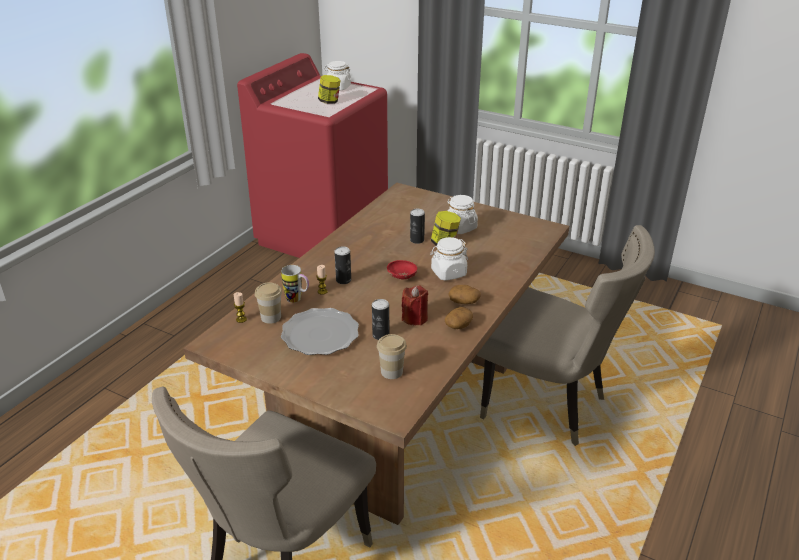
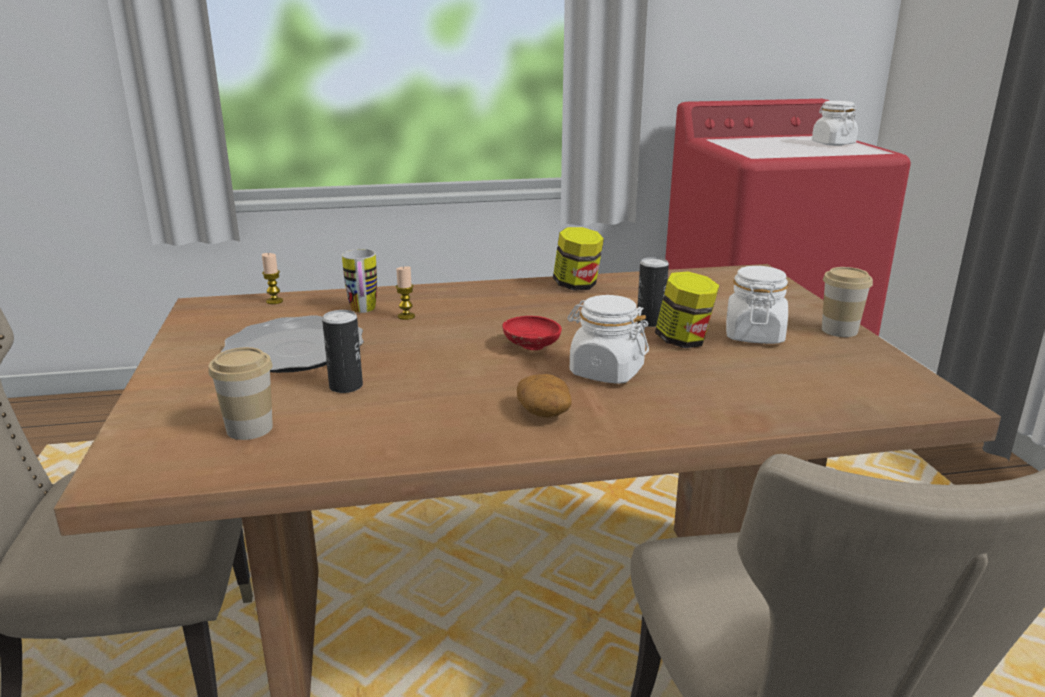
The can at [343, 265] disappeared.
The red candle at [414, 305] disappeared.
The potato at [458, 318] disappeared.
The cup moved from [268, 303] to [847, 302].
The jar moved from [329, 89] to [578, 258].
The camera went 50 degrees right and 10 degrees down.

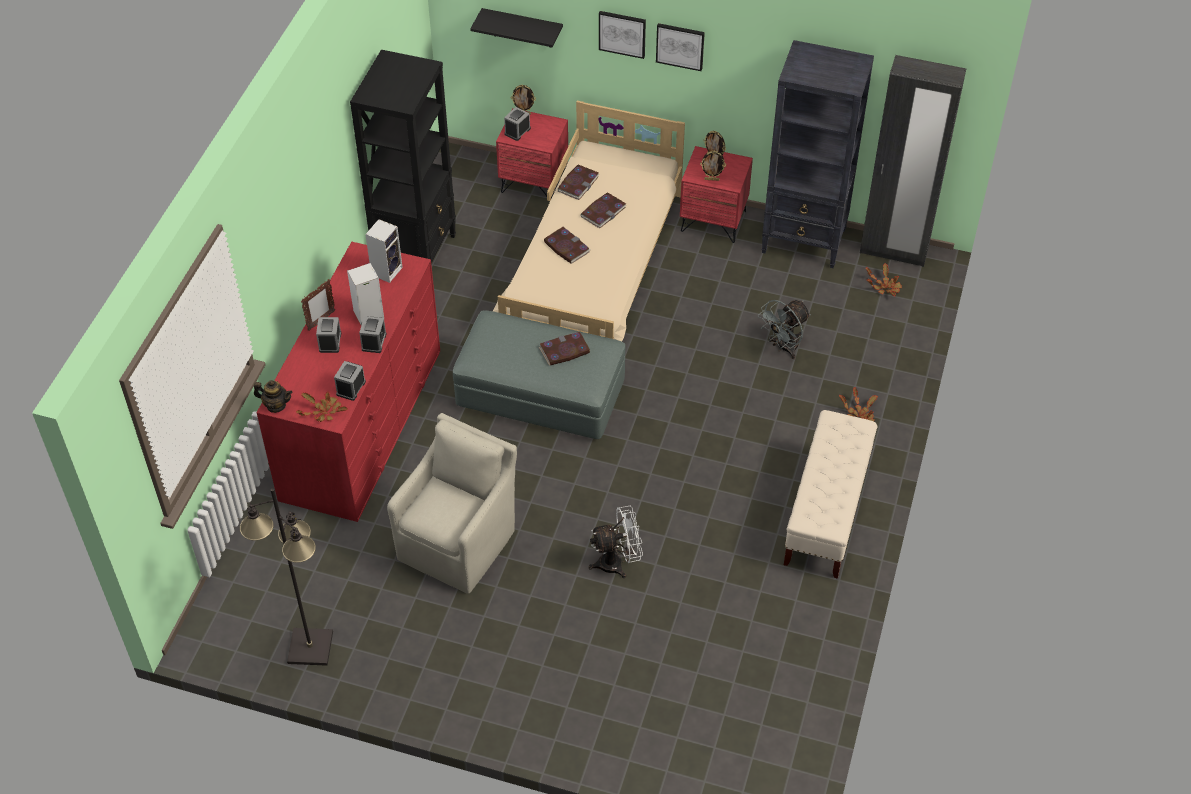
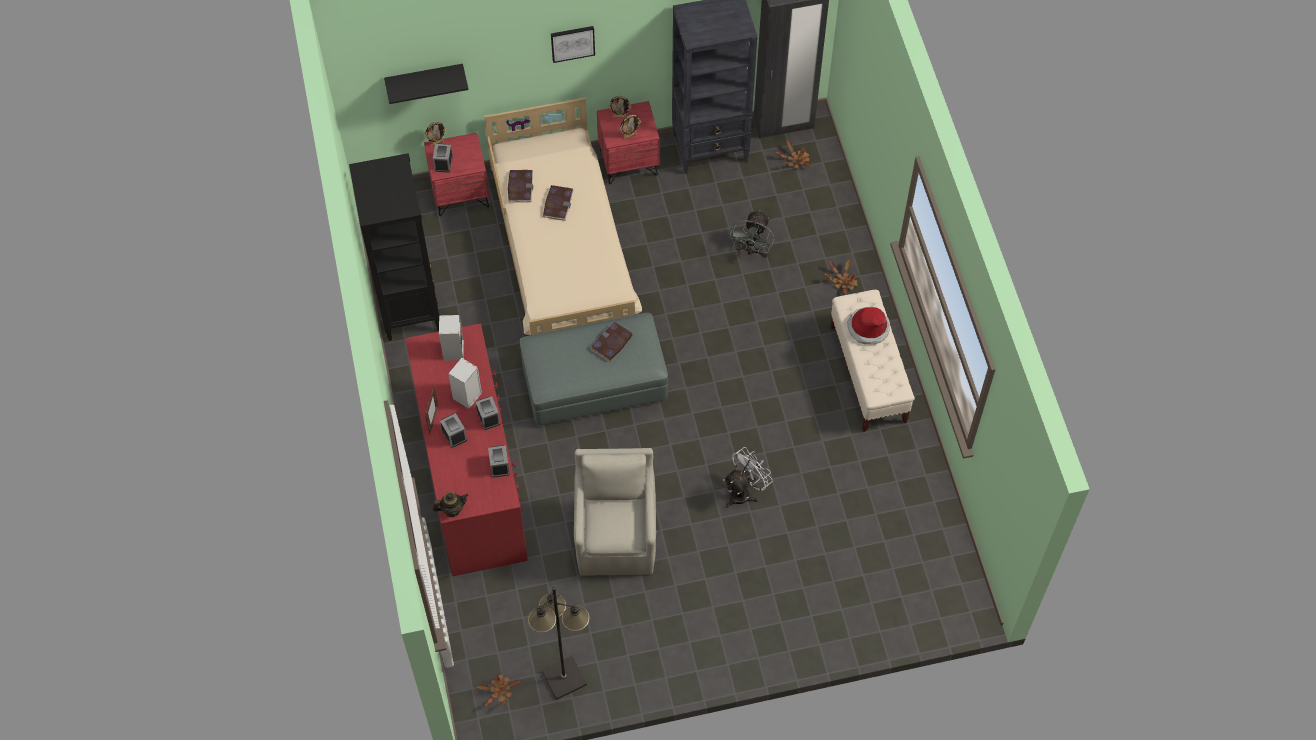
The book at [567, 245] disappeared.
The picture at [622, 35] disappeared.
The hat at [869, 325] appeared.
The potted plant moved from [322, 406] to [498, 690].
The camera went 30 degrees left and 10 degrees up.

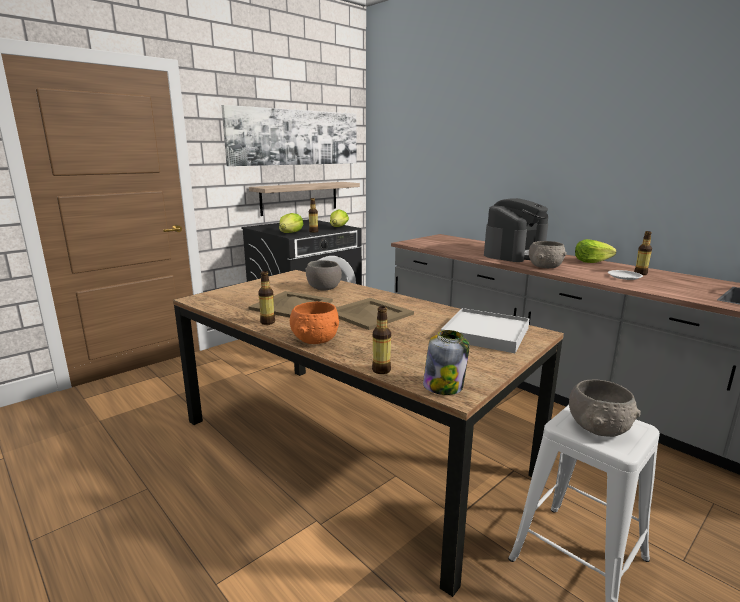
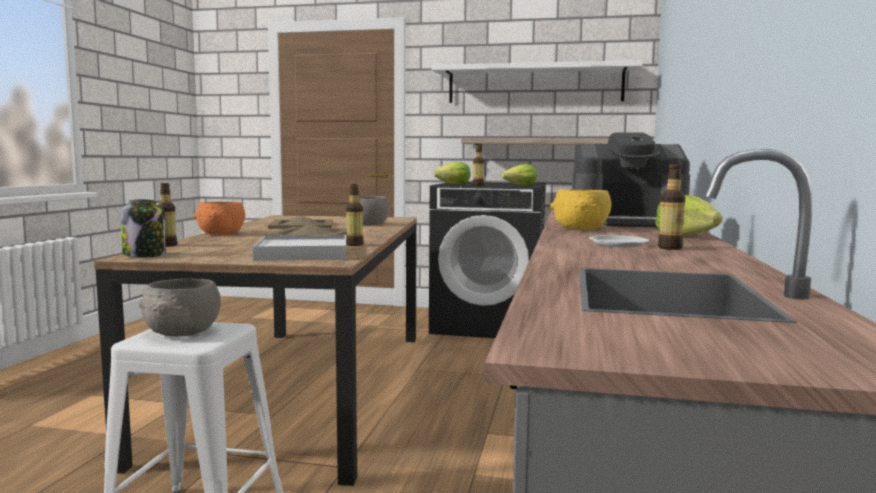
The bottle moved from [266, 298] to [354, 215].
The picture at [289, 135] was replaced by the white shelf at [537, 81].
The grey bowl at [548, 254] became the yellow bowl at [580, 209].
The camera went 55 degrees right and 10 degrees down.

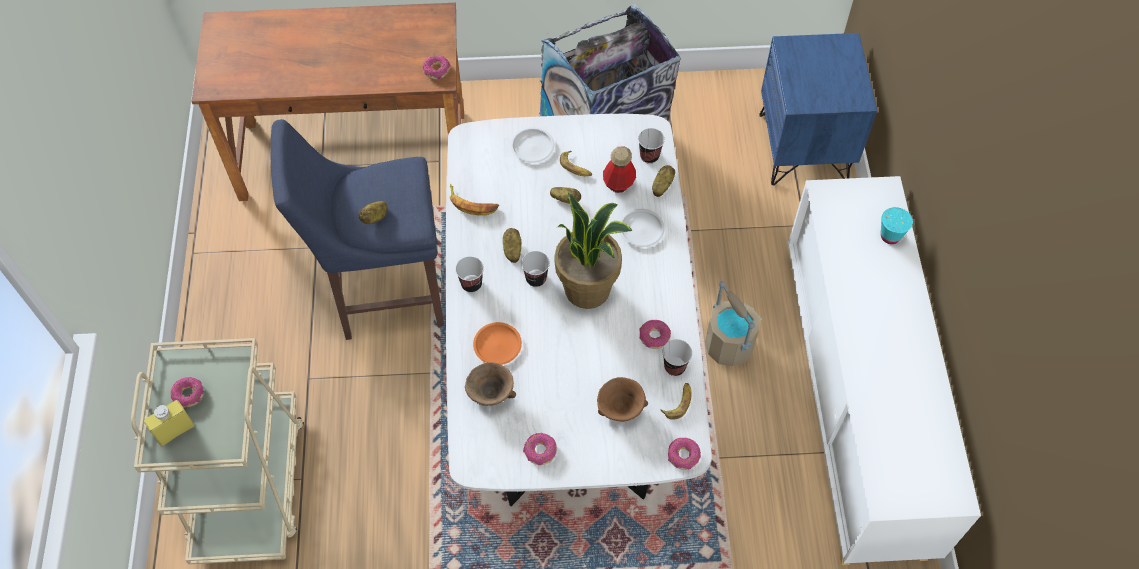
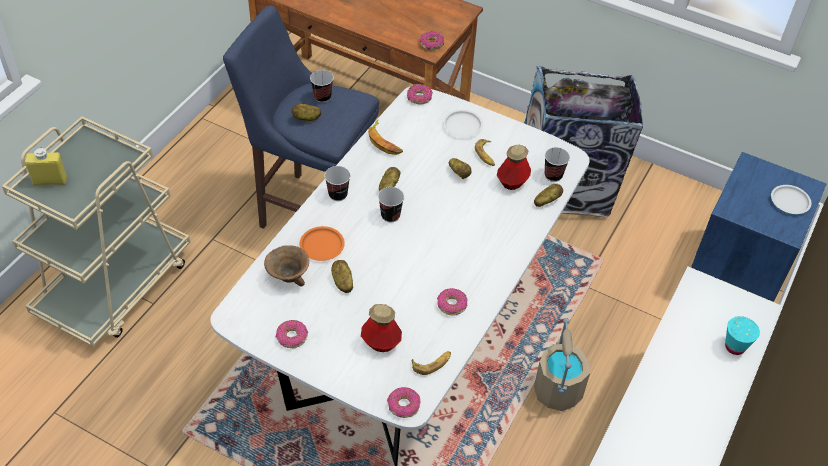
The potted plant at [593, 251] disappeared.
The potato at [342, 276] appeared.
The donut moved from [187, 392] to [420, 94].
The white plate moved from [642, 228] to [791, 199].
The cup moved from [677, 357] to [322, 86].
The brown bowl at [622, 399] was replaced by the bottle at [381, 328].
The camera went 30 degrees right and 10 degrees down.

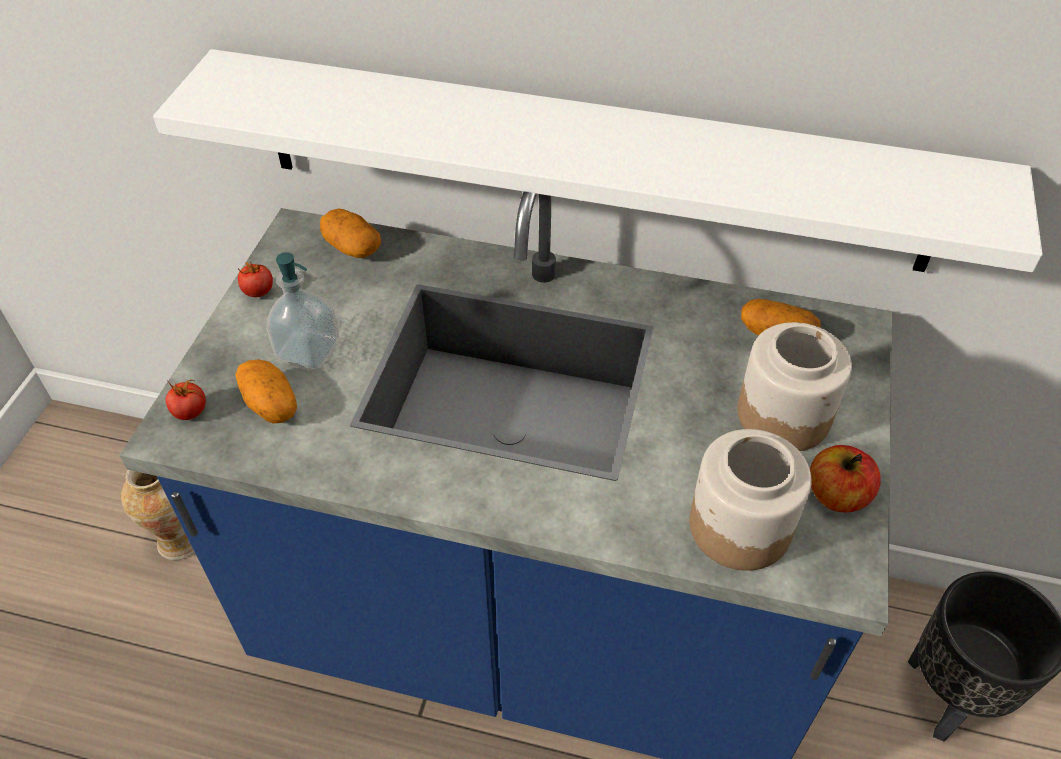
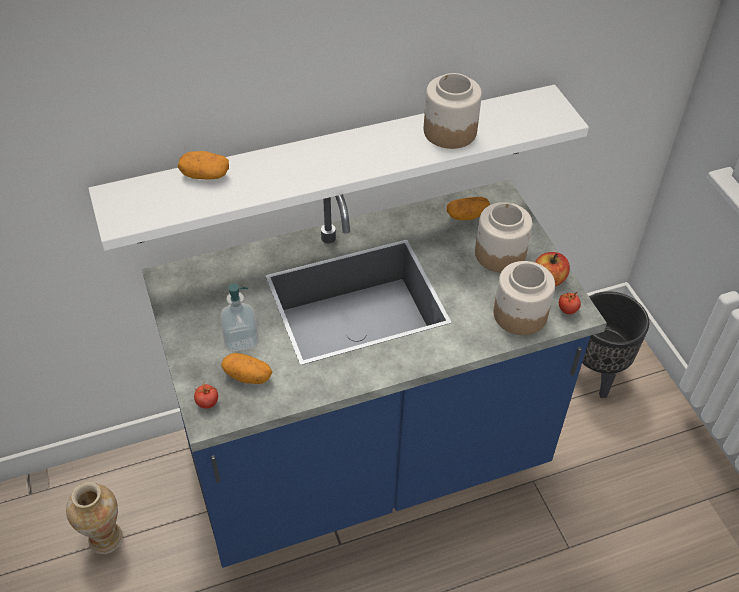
The jar at [453, 111] appeared.
The tomato moved from [255, 279] to [570, 302].
The potato moved from [350, 233] to [203, 165].
The camera went 35 degrees left and 0 degrees up.

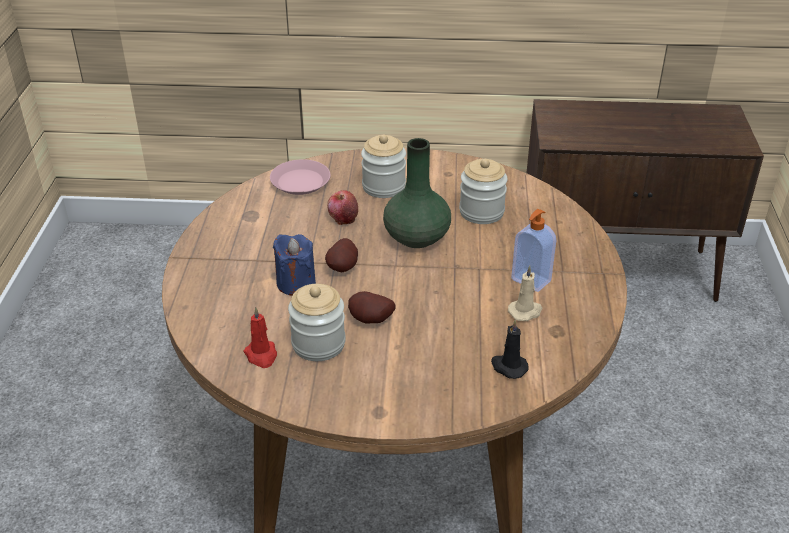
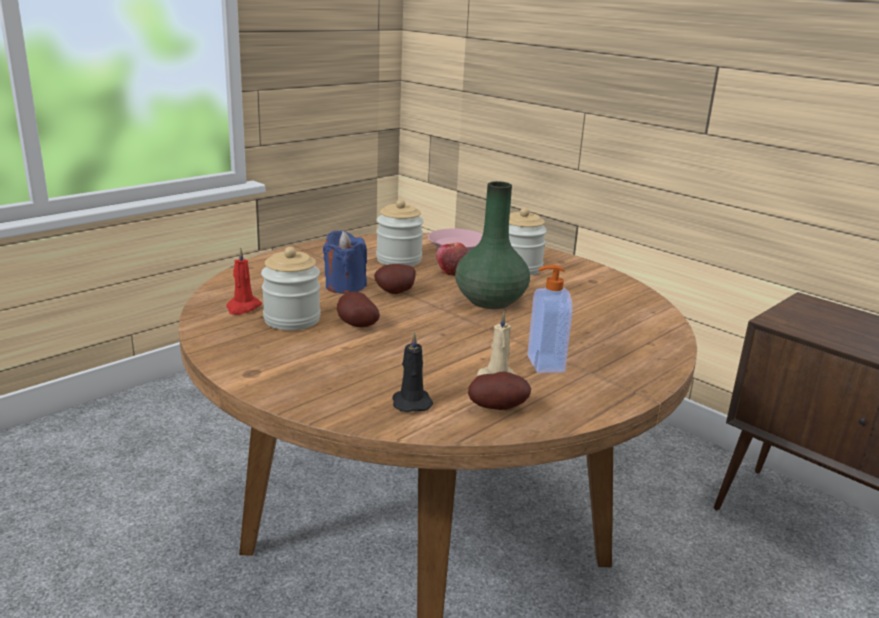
The potato at [499, 391] appeared.
The jar moved from [483, 191] to [400, 232].
The camera went 40 degrees right and 15 degrees down.

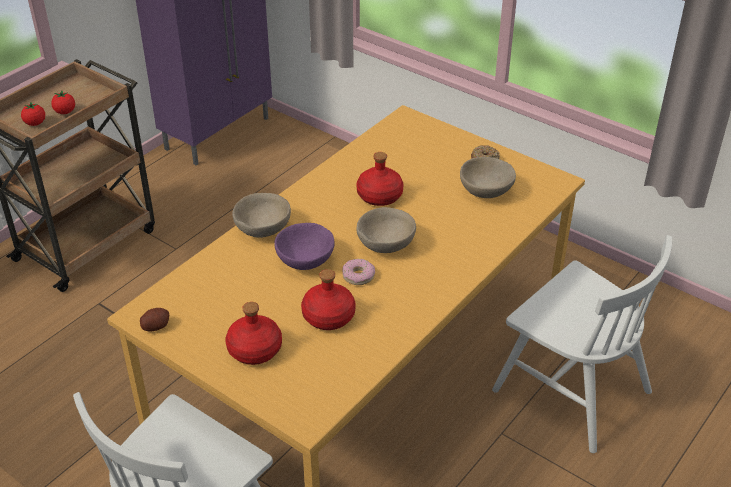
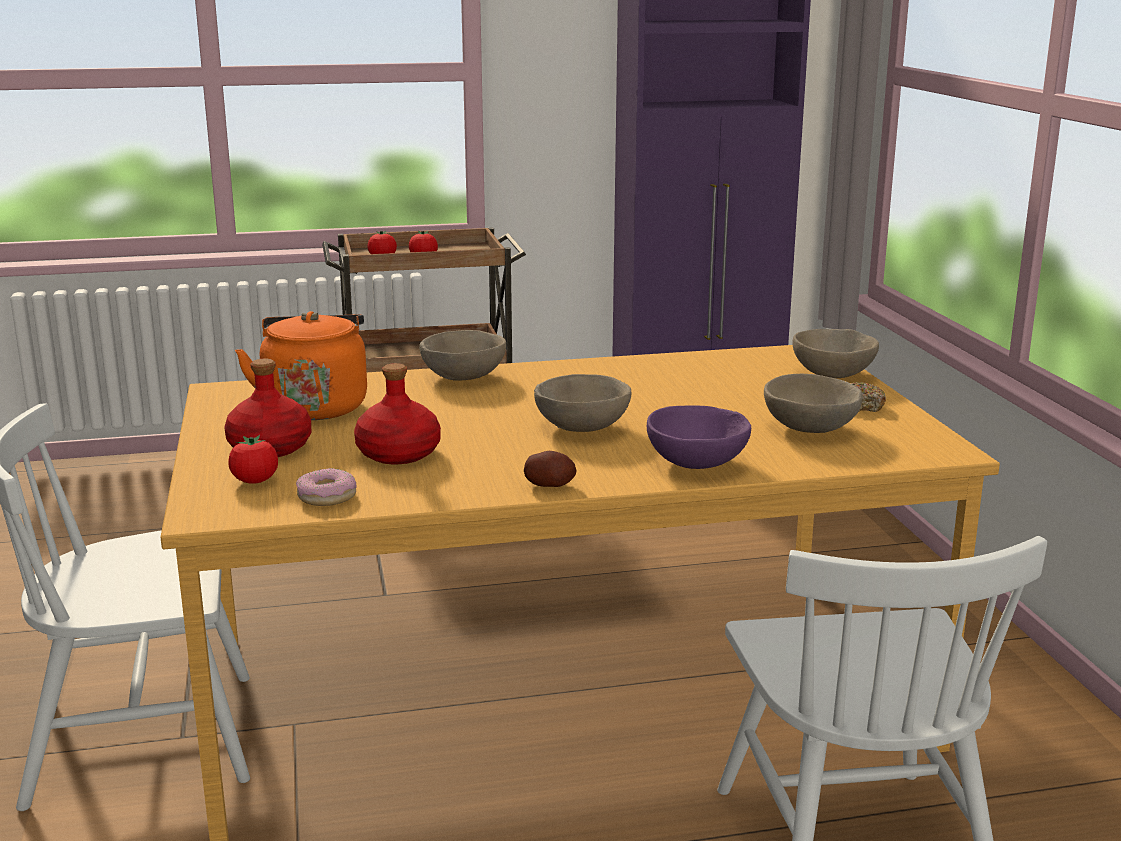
The red bottle at [380, 179] disappeared.
The tomato at [253, 459] appeared.
The orange kettle at [301, 365] appeared.
The beige bowl at [835, 353] appeared.
The potato moved from [154, 319] to [550, 469].
The purple bowl moved from [304, 246] to [699, 437].
The donut moved from [359, 272] to [326, 487].
The camera went 40 degrees right and 20 degrees down.

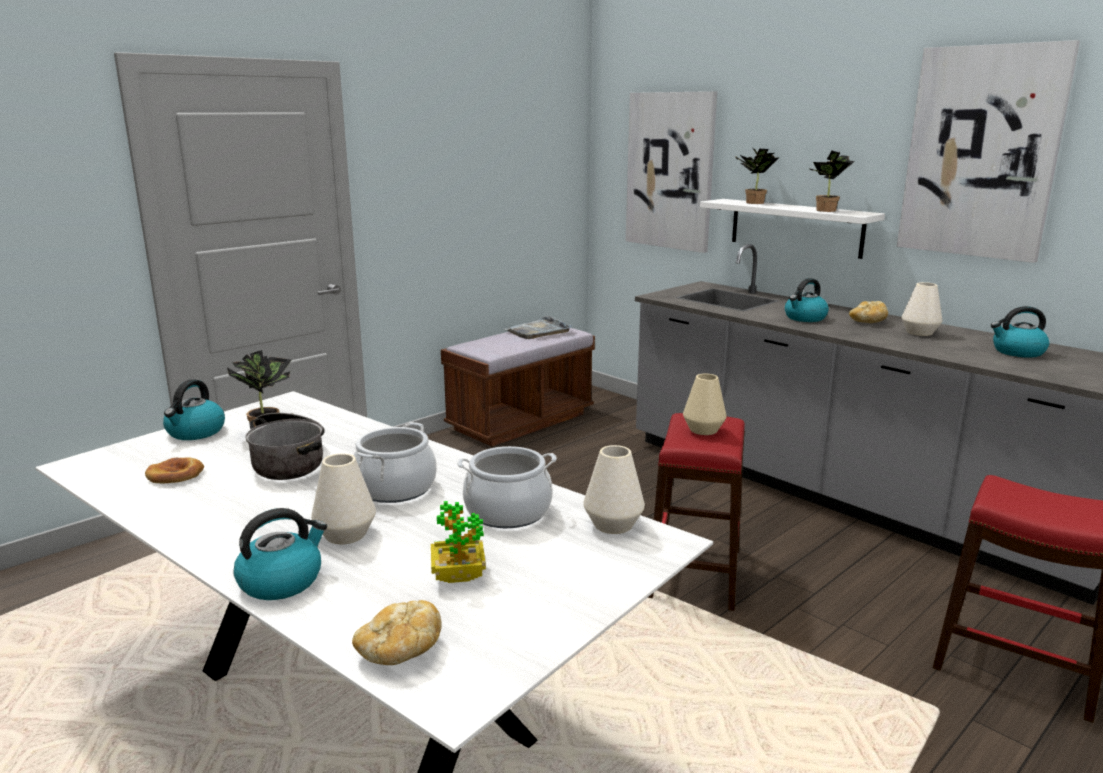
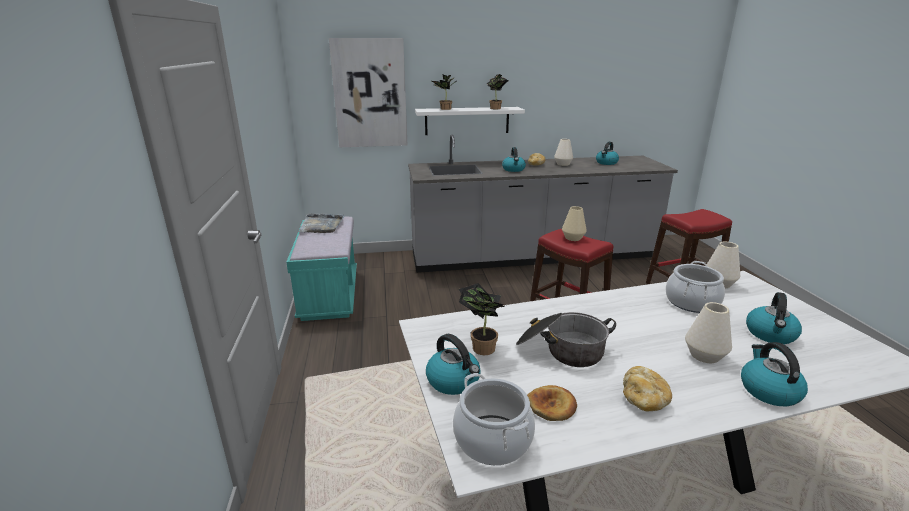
The picture at [988, 151] disappeared.
The bread moved from [397, 632] to [647, 388].
The cooking pot moved from [395, 462] to [494, 419].
The potted plant at [458, 542] was replaced by the kettle at [774, 318].
The brown bench at [518, 387] became the turquoise bench at [321, 269].
The camera went 55 degrees left and 5 degrees up.

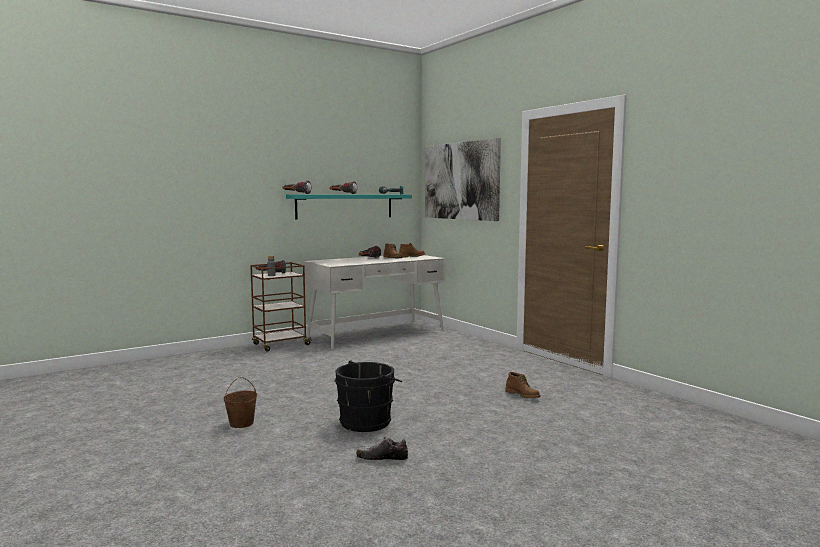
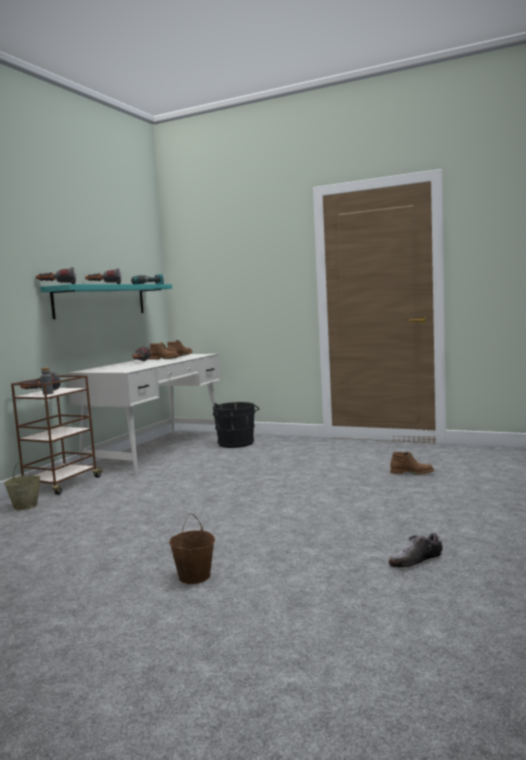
The picture at [463, 179] disappeared.
The beige bucket at [22, 485] appeared.
The black bucket moved from [368, 396] to [236, 425].
The camera went 30 degrees left and 0 degrees up.

